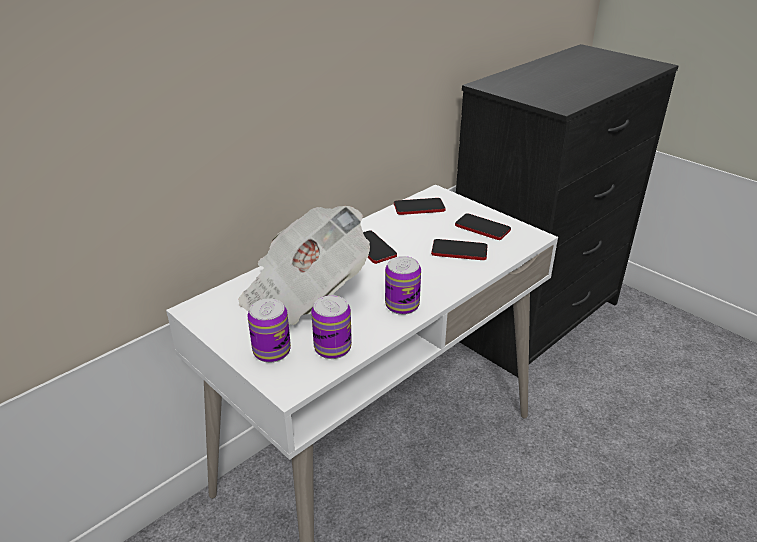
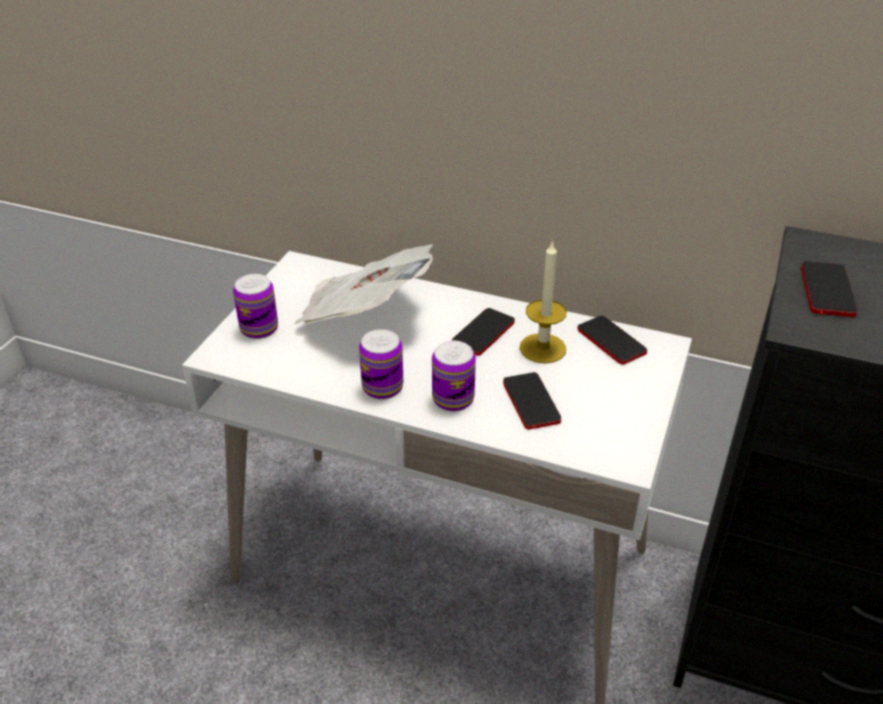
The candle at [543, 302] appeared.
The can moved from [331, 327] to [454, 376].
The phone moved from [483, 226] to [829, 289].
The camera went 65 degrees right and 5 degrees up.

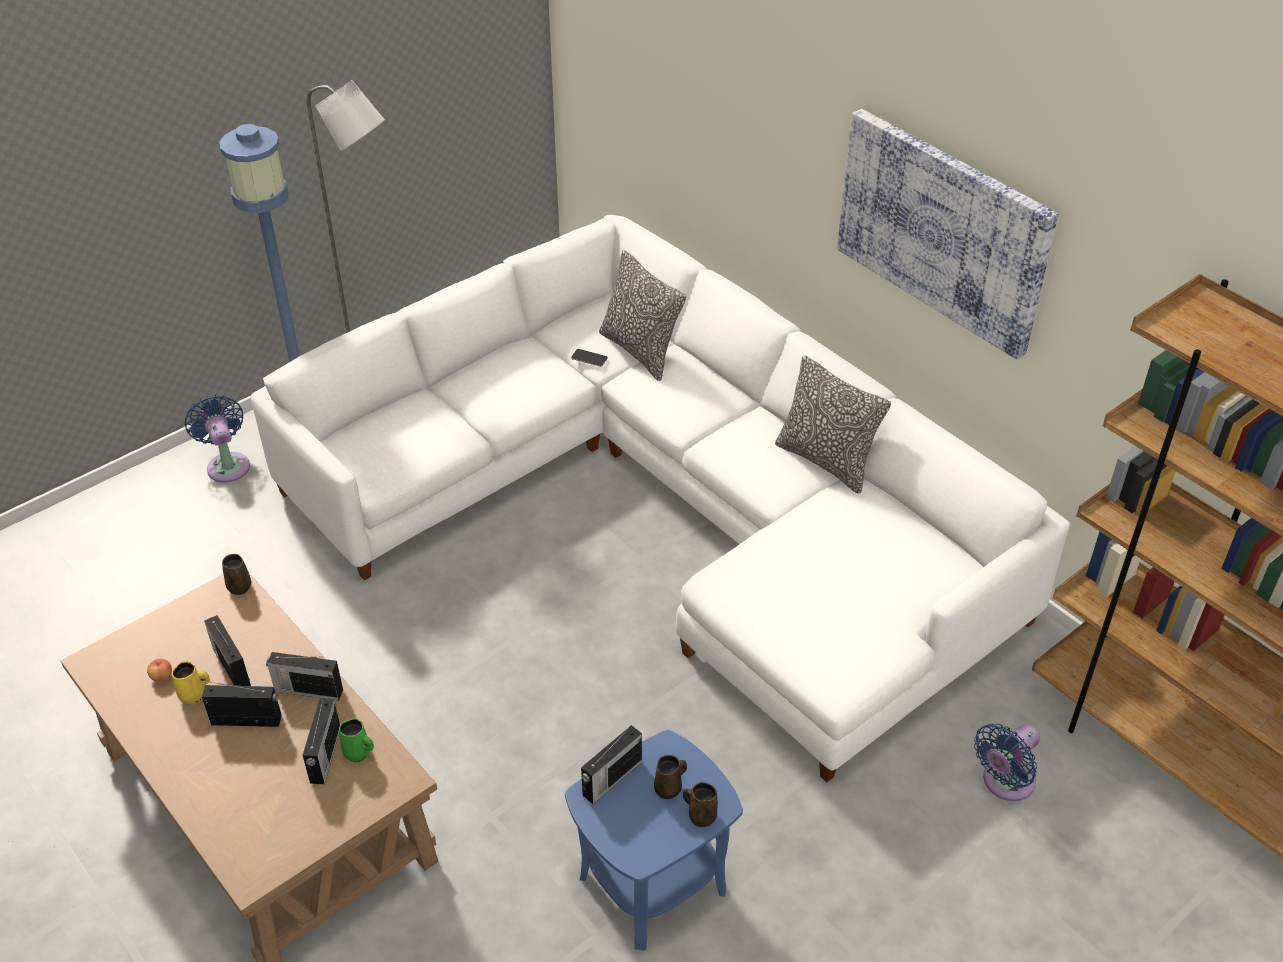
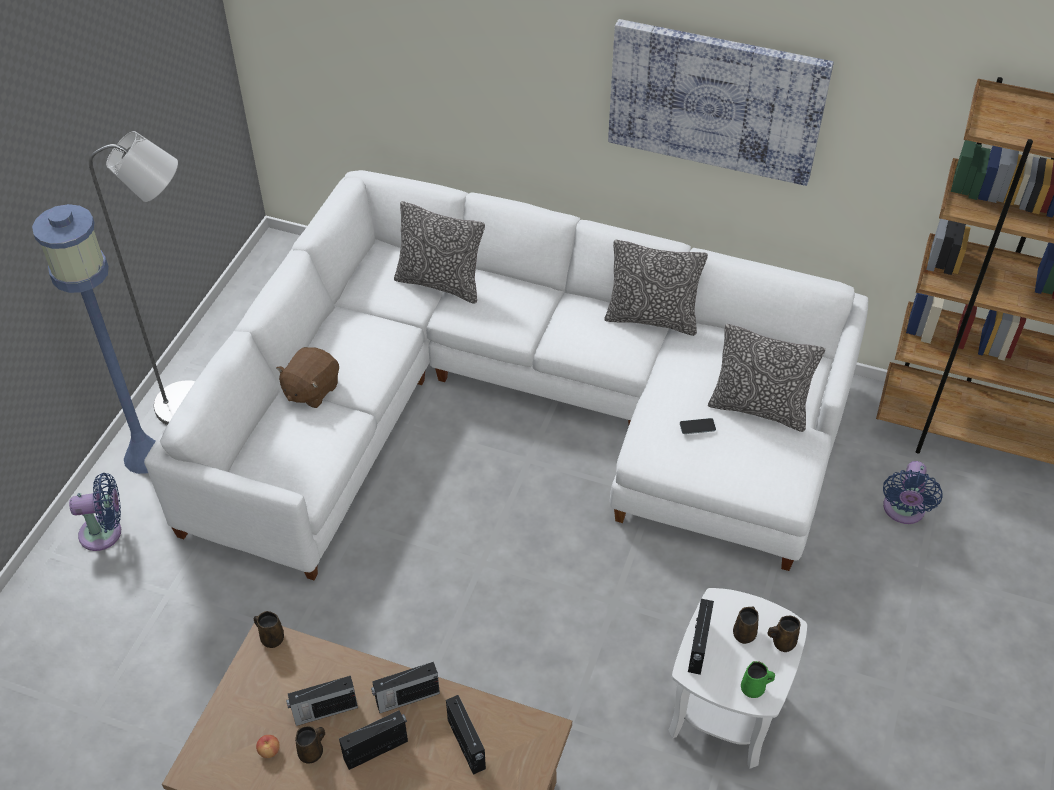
The brown plush toy at [307, 377] appeared.
The pillow at [766, 378] appeared.
The green mug moved from [356, 740] to [758, 679].
The phone moved from [589, 358] to [698, 426].
The yellow mug at [190, 683] became the brown mug at [310, 745].
The blue side table at [654, 840] became the white side table at [737, 678].
The blue fan at [217, 439] turned 135 degrees clockwise.
The radio at [227, 650] turned 45 degrees counterclockwise.
The camera went 30 degrees left and 5 degrees up.

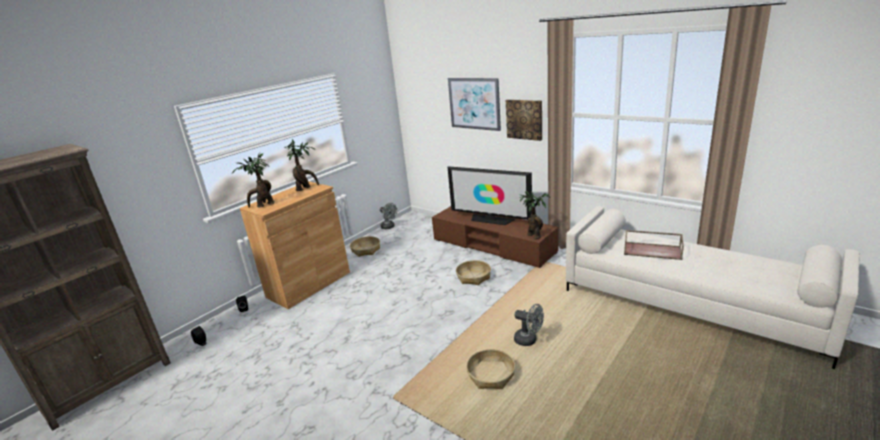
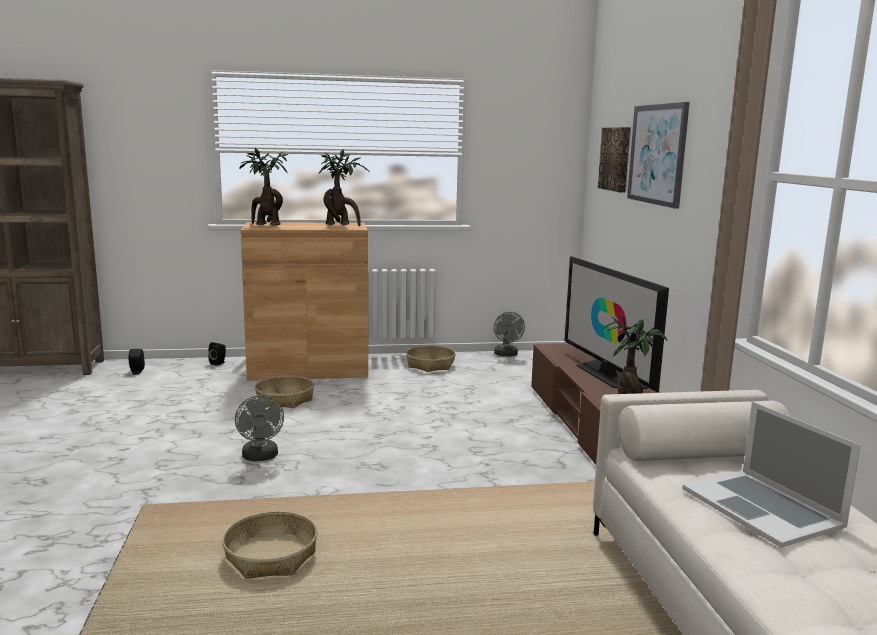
The basket moved from [473, 272] to [284, 391].
The picture moved from [524, 120] to [614, 160].
The grey fan moved from [529, 325] to [259, 428].
The brown tray at [654, 245] was replaced by the laptop at [771, 475].
The camera went 40 degrees right and 10 degrees down.

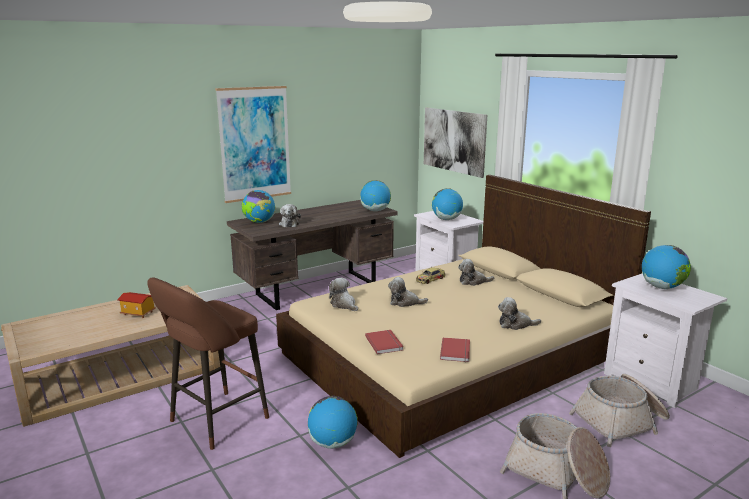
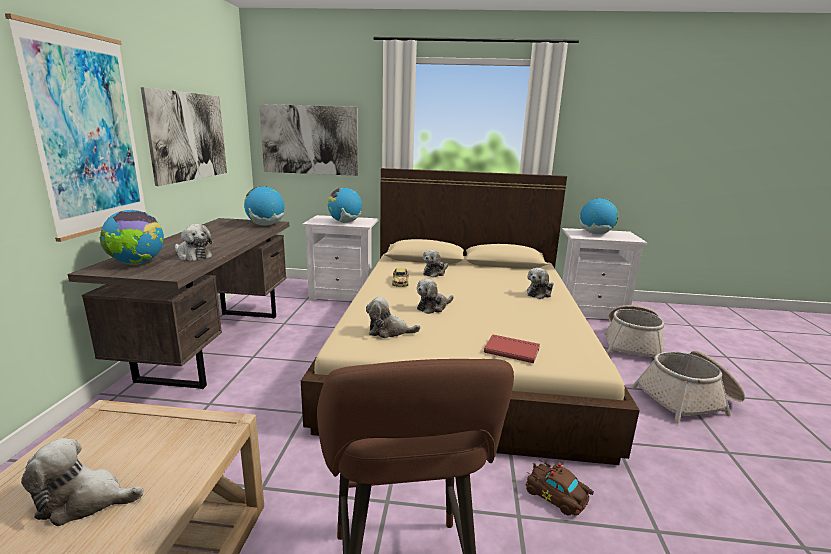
The red book at [455, 350] disappeared.
The picture at [184, 136] appeared.
The toy house at [136, 305] was replaced by the plush toy at [82, 482].
The globe at [333, 422] was replaced by the brown toy car at [560, 488].
The camera went 50 degrees left and 0 degrees up.

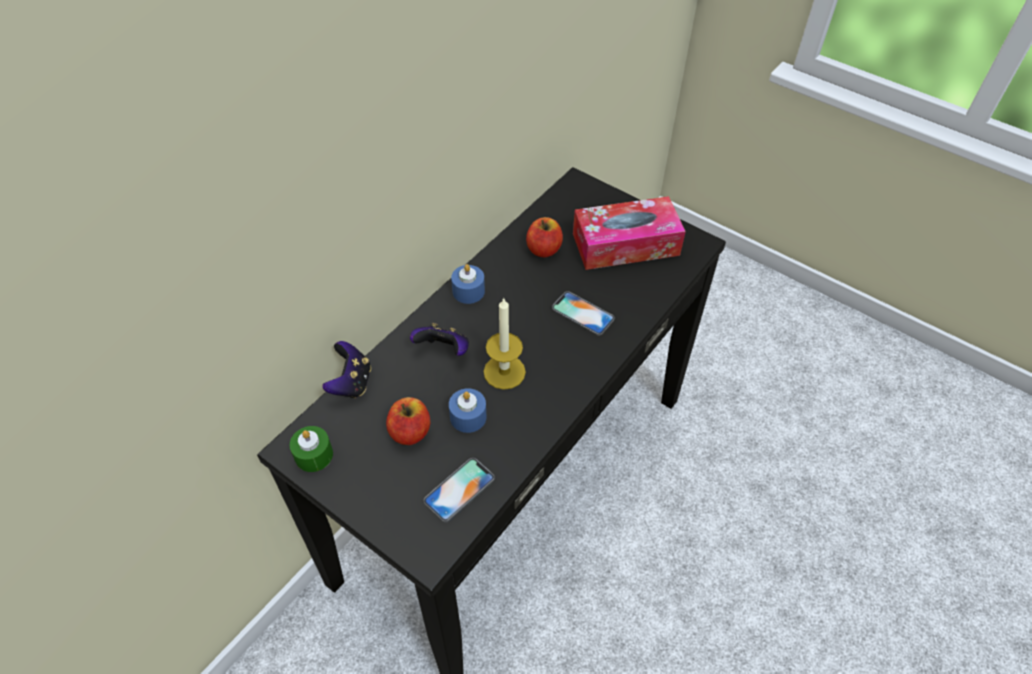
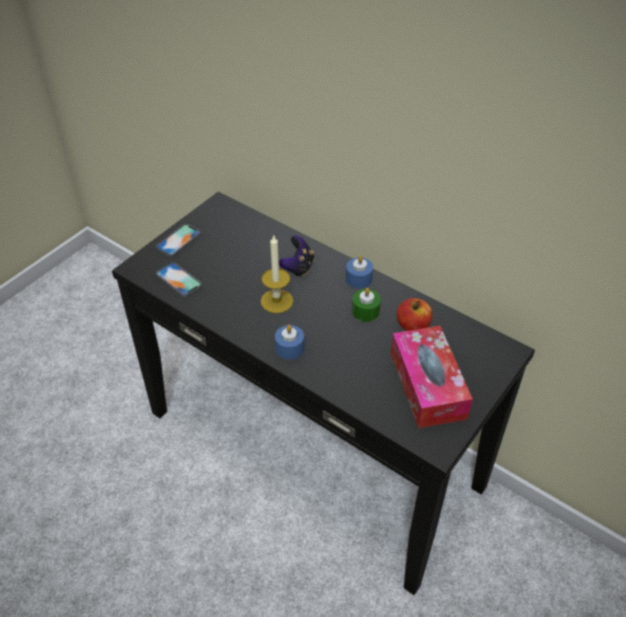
The game controller at [347, 369] disappeared.
The apple at [408, 421] disappeared.
The green candle moved from [311, 449] to [366, 305].
The blue candle moved from [468, 410] to [289, 342].
The phone moved from [583, 313] to [178, 240].
The camera went 90 degrees right and 5 degrees down.

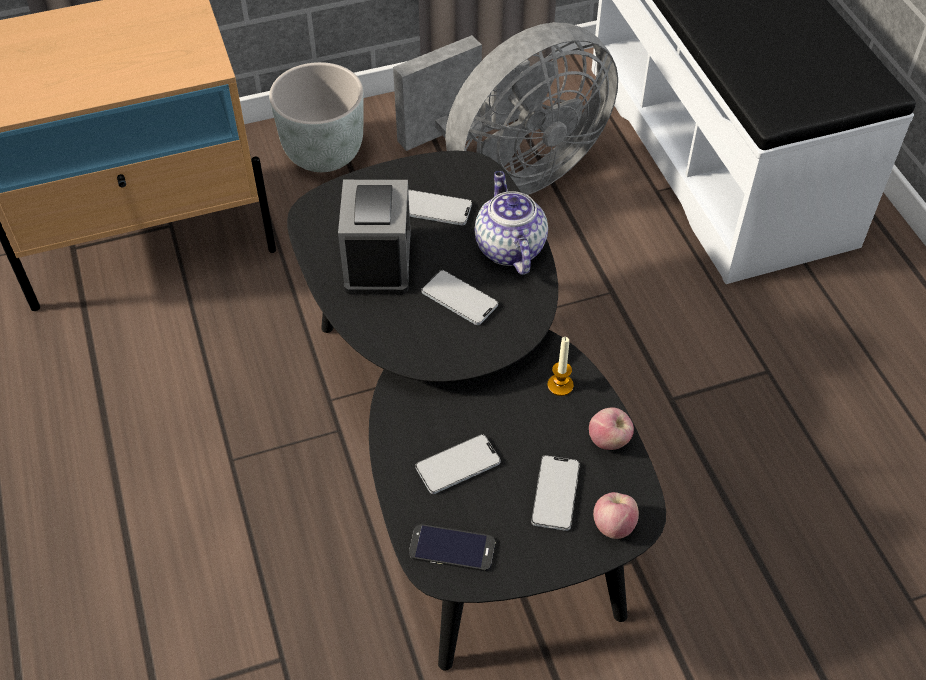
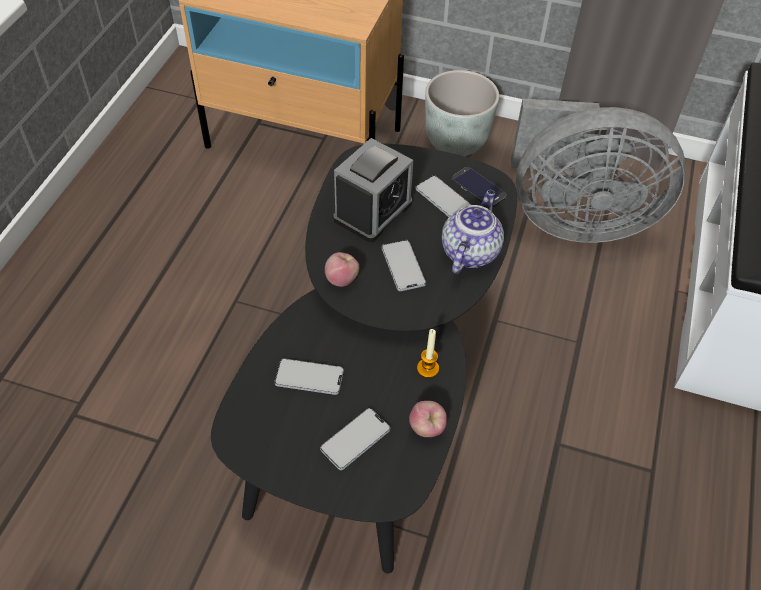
The phone moved from [452, 547] to [479, 187].
The apple moved from [616, 515] to [342, 269].
The camera went 35 degrees right and 0 degrees up.

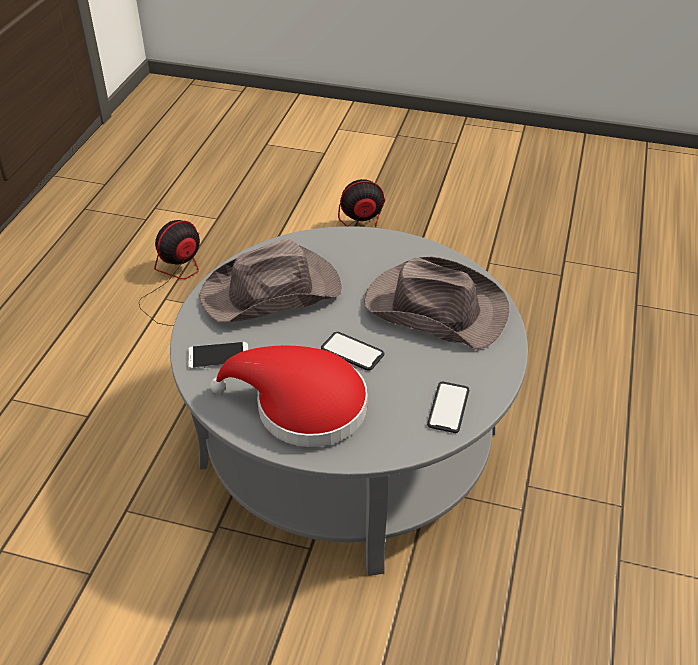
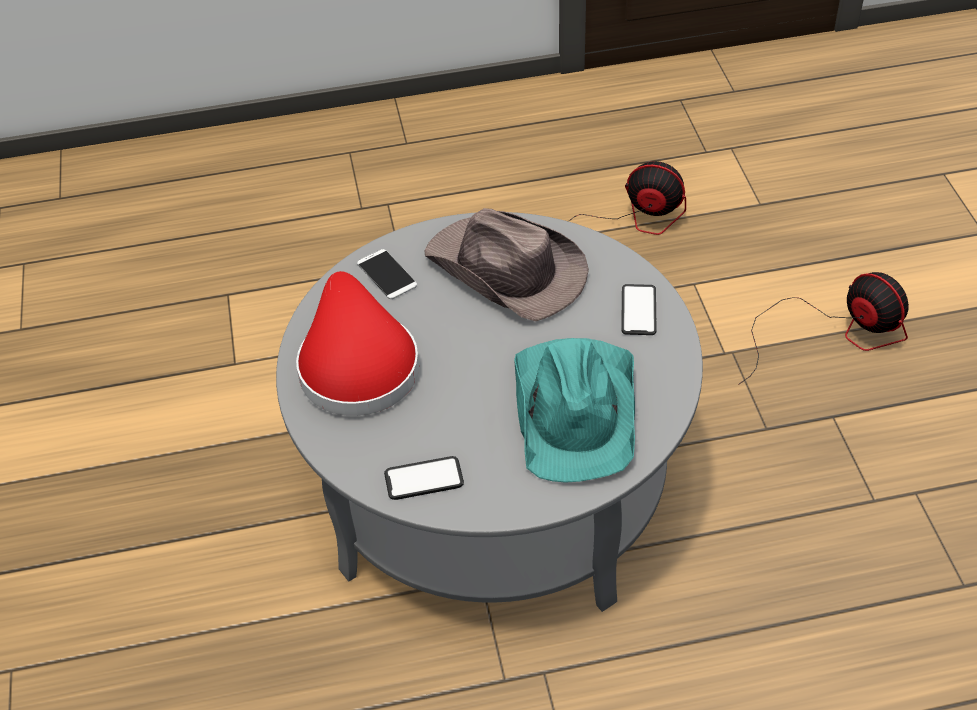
The phone moved from [353, 351] to [639, 309].
The brown hat at [436, 303] became the turquoise hat at [574, 410].
The camera went 65 degrees right and 5 degrees up.

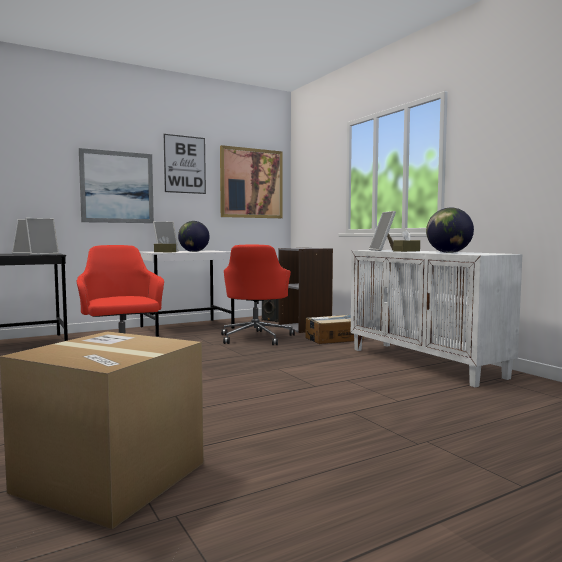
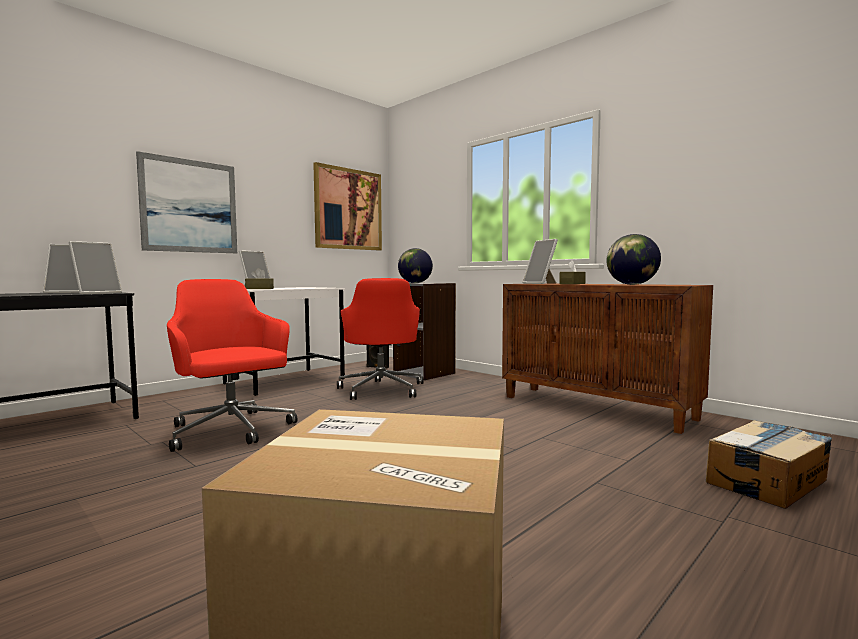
The picture at [185, 164] disappeared.
The globe moved from [194, 236] to [415, 265].
The cardboard box moved from [334, 329] to [769, 464].
The white cabinet at [436, 318] became the brown cabinet at [607, 358].
The camera went 15 degrees left and 0 degrees up.

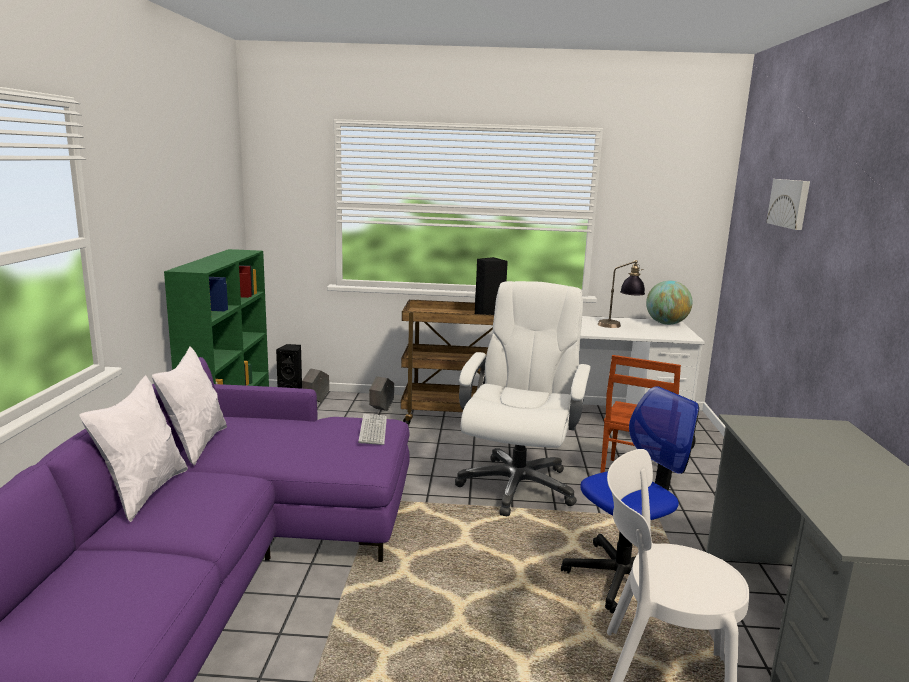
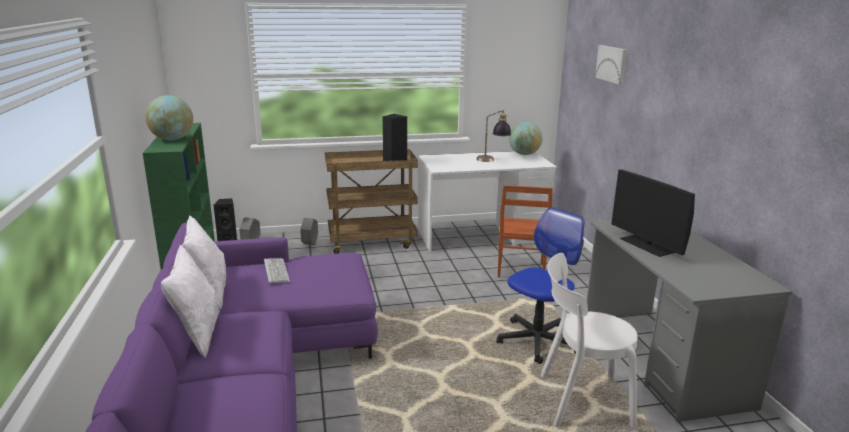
The white office chair at [523, 398] disappeared.
The globe at [169, 117] appeared.
The monitor at [653, 213] appeared.
The keyboard moved from [372, 429] to [277, 271].
The camera went 15 degrees left and 5 degrees up.

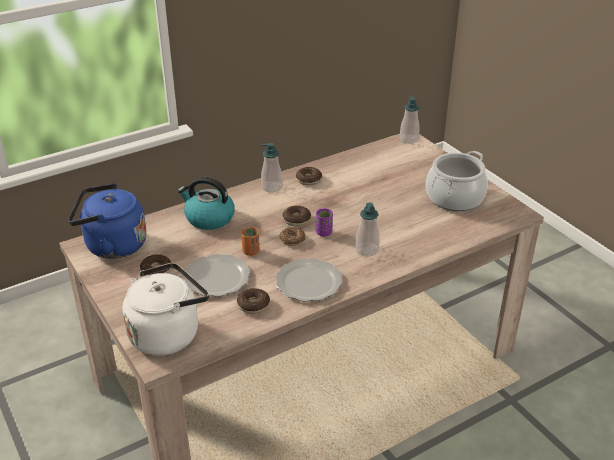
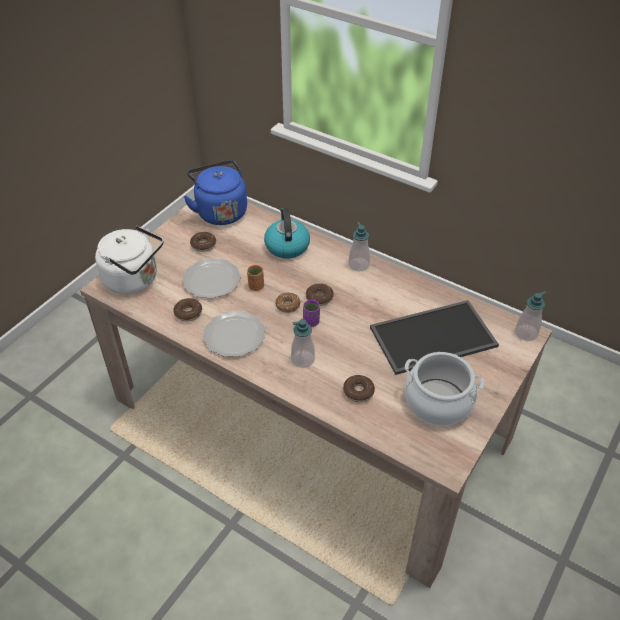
The tray at [434, 337] appeared.
The donut moved from [309, 176] to [359, 388].
The camera went 65 degrees right and 10 degrees up.

